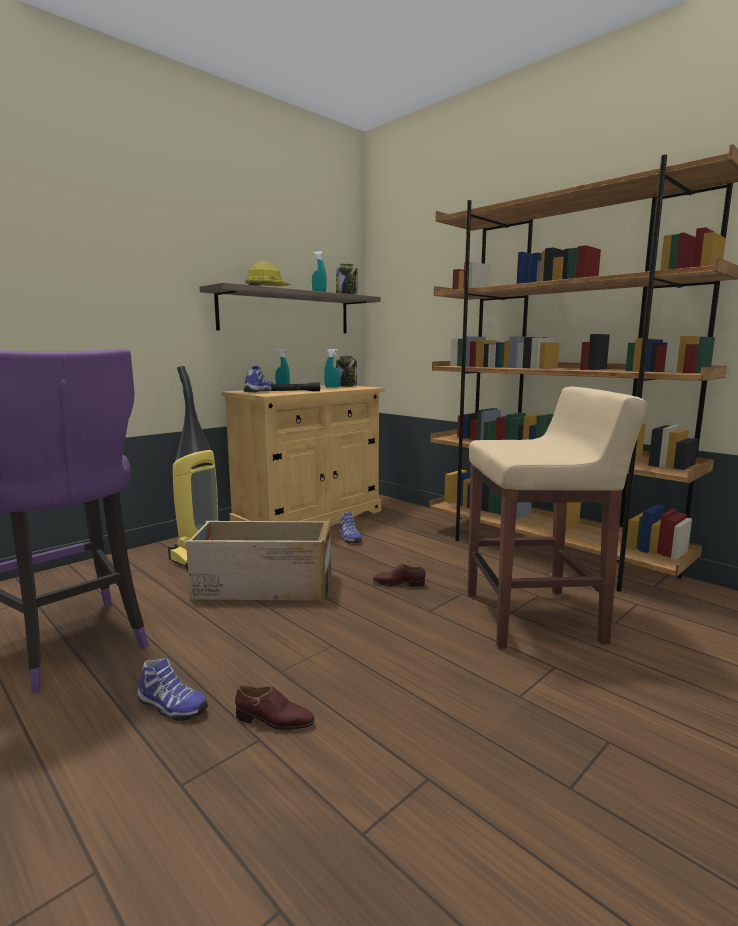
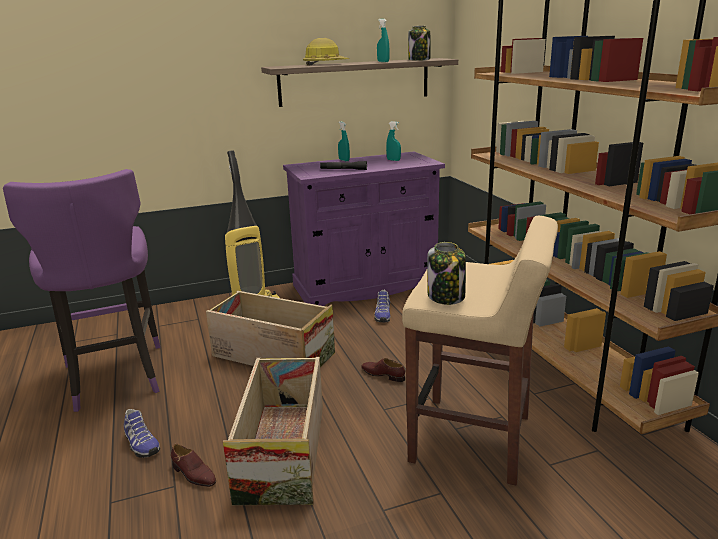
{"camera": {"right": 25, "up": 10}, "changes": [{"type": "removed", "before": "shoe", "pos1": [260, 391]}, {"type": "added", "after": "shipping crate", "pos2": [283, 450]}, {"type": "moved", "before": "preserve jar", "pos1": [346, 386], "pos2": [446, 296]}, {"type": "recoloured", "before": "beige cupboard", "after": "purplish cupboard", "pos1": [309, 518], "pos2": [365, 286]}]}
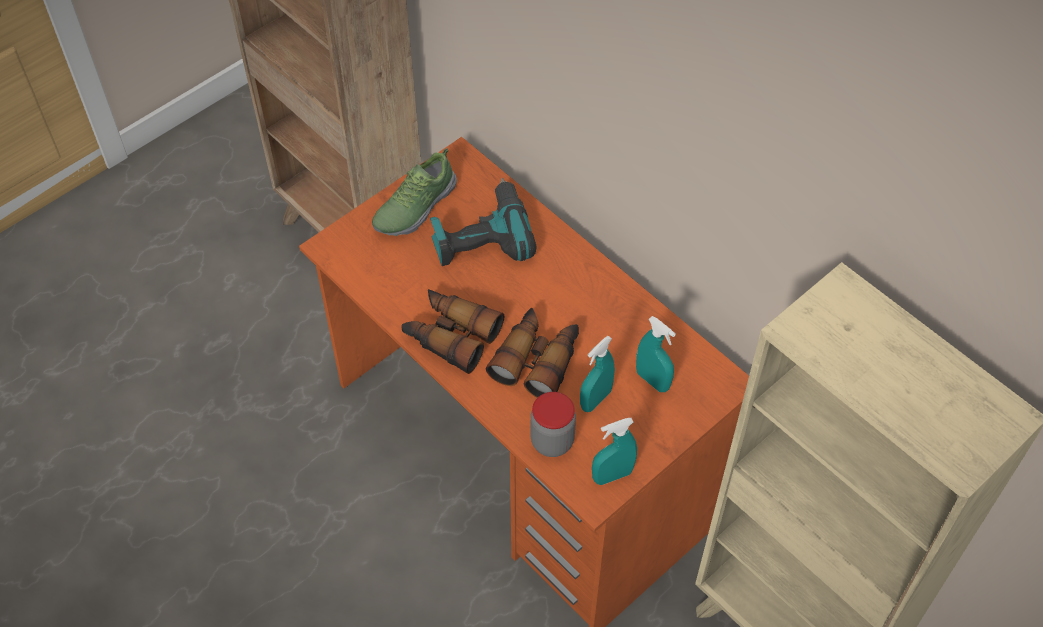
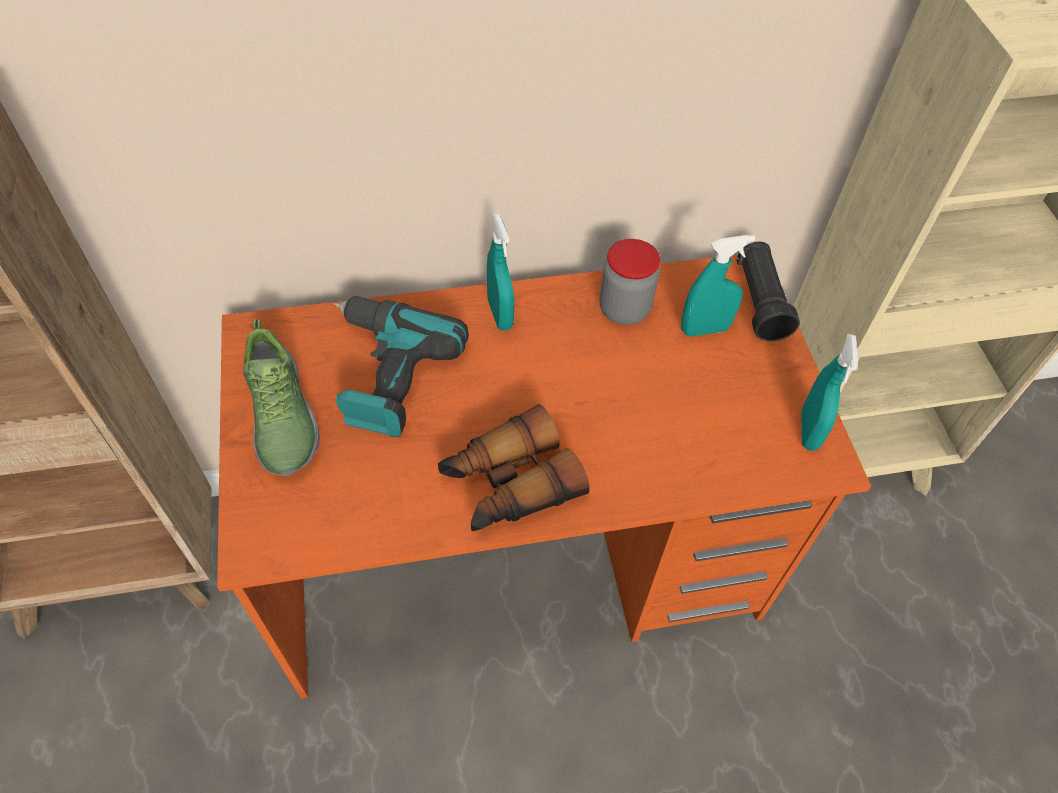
{"camera": {"right": -60, "up": 0}, "changes": [{"type": "removed", "before": "binoculars", "pos1": [537, 359]}, {"type": "added", "after": "black torch", "pos2": [760, 302]}, {"type": "moved", "before": "preserve jar", "pos1": [552, 441], "pos2": [624, 309]}, {"type": "moved", "before": "blue-green hand sprayer", "pos1": [595, 399], "pos2": [500, 314]}]}
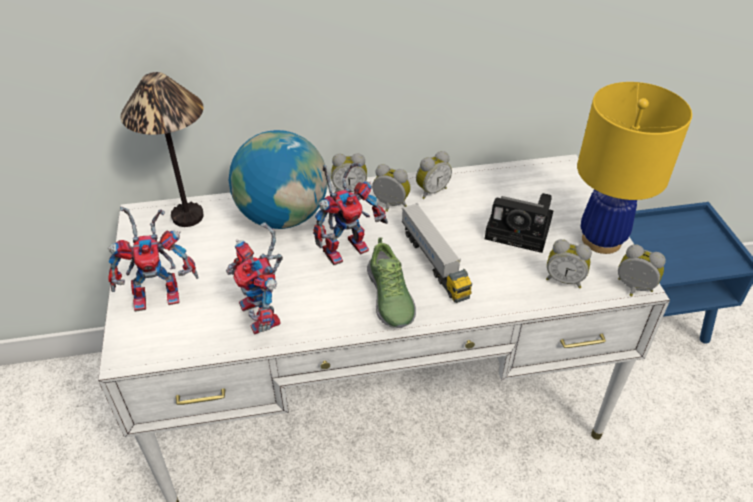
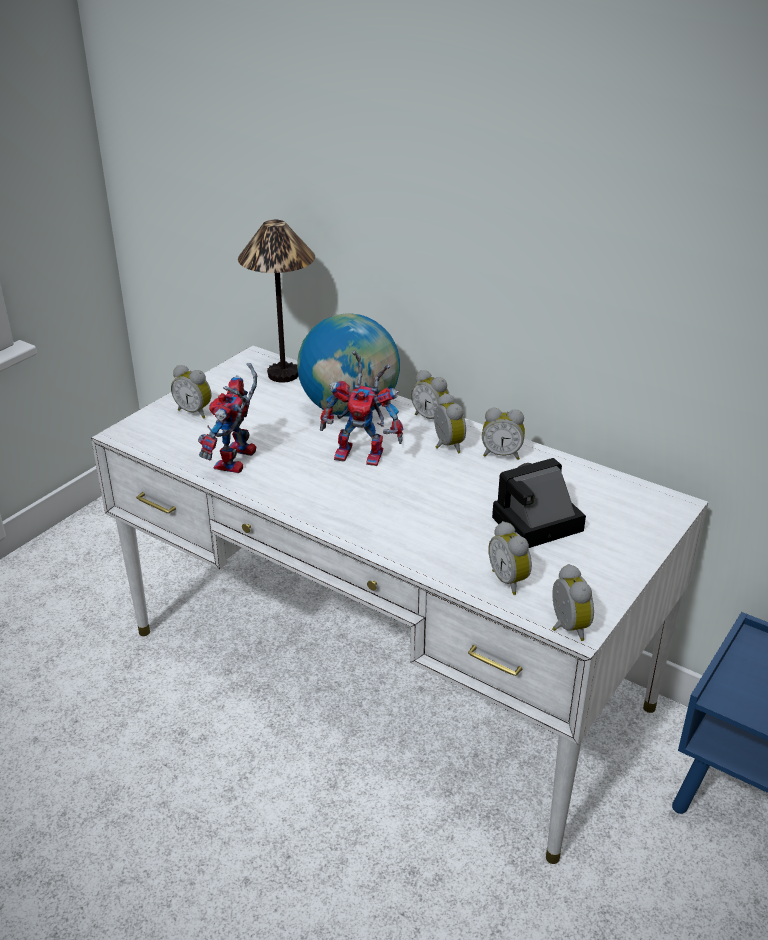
{"camera": {"right": 45, "up": -10}, "changes": [{"type": "removed", "before": "shoe", "pos1": [389, 298]}, {"type": "removed", "before": "toy lorry", "pos1": [434, 262]}, {"type": "removed", "before": "yellow-coloured table lamp", "pos1": [601, 240]}, {"type": "replaced", "before": "toy robot", "after": "alarm clock", "pos1": [161, 294], "pos2": [195, 411]}, {"type": "turned", "before": "photo camera", "pos1": [521, 230], "pos2": [534, 525], "turn": 90}]}
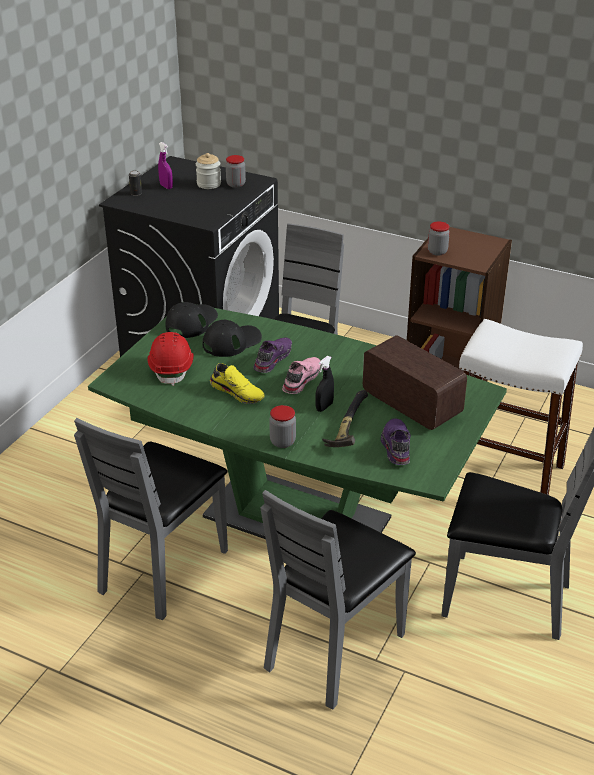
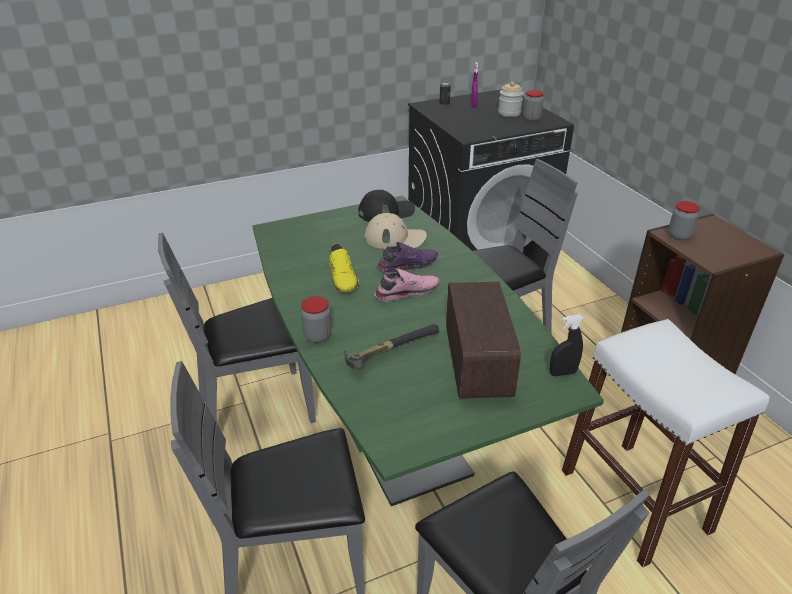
{"camera": {"right": 40, "up": 0}, "changes": [{"type": "removed", "before": "reddish work helmet", "pos1": [172, 368]}, {"type": "removed", "before": "purplish shoe", "pos1": [395, 447]}, {"type": "moved", "before": "black hand sprayer", "pos1": [324, 407], "pos2": [562, 373]}, {"type": "recoloured", "before": "black peaked cap", "after": "beige peaked cap", "pos1": [232, 342], "pos2": [395, 238]}]}
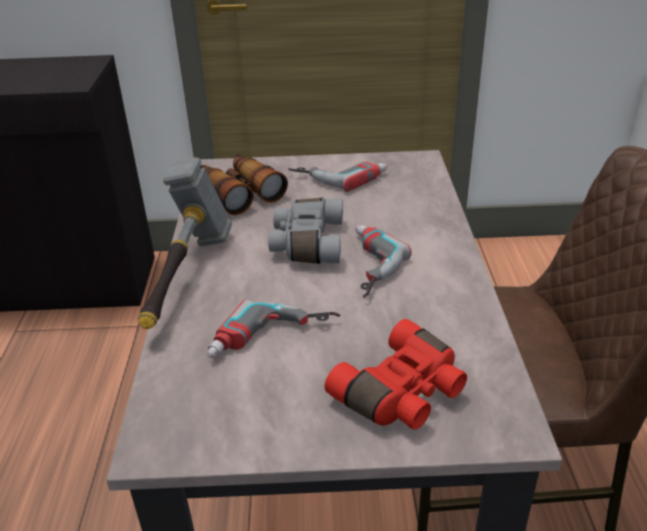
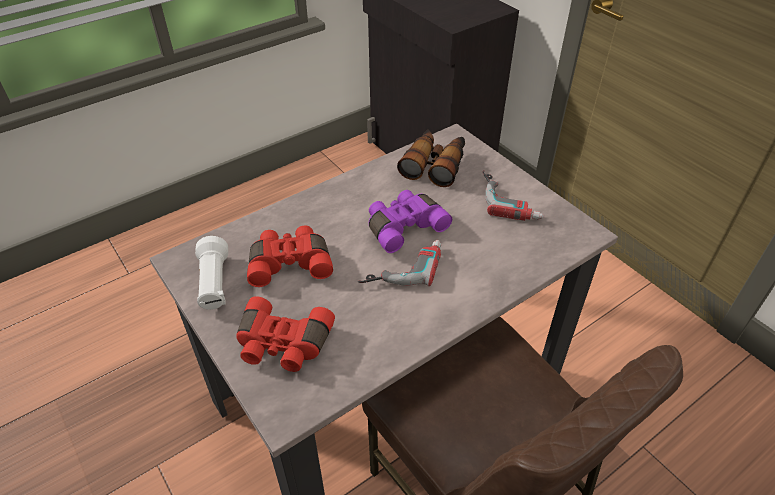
{"camera": {"right": 55, "up": 10}, "changes": [{"type": "removed", "before": "hammer", "pos1": [186, 278]}, {"type": "added", "after": "white torch", "pos2": [214, 284]}, {"type": "replaced", "before": "electric drill", "after": "reddish binoculars", "pos1": [273, 341], "pos2": [290, 263]}, {"type": "recoloured", "before": "gray binoculars", "after": "purplish binoculars", "pos1": [306, 243], "pos2": [404, 227]}]}
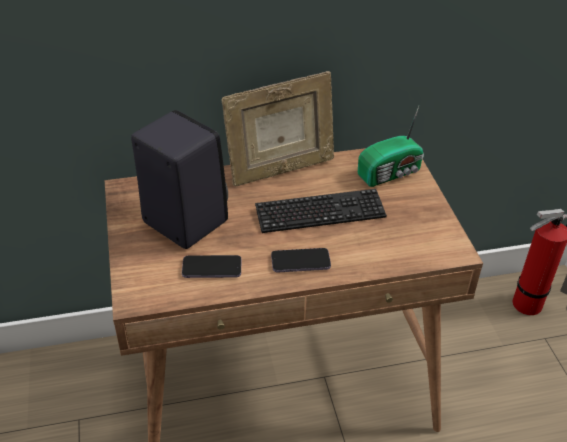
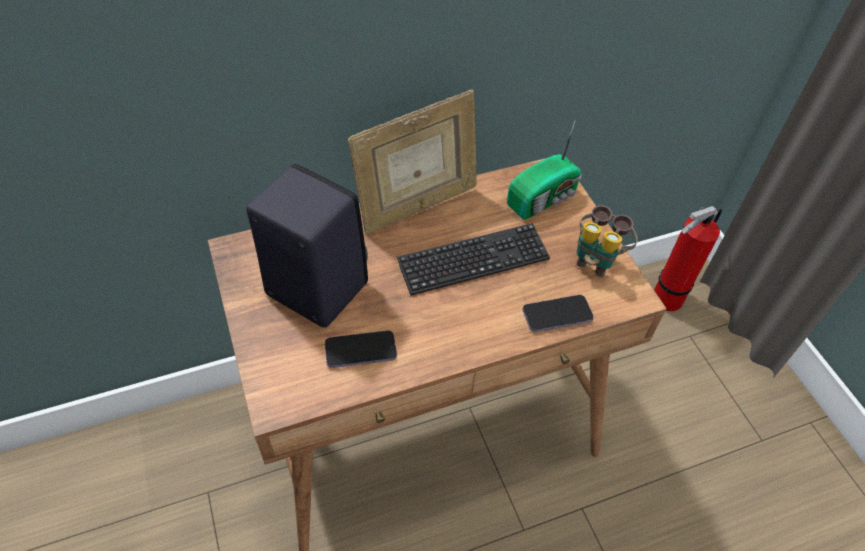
{"camera": {"right": -10, "up": 10}, "changes": [{"type": "added", "after": "binoculars", "pos2": [596, 259]}, {"type": "moved", "before": "telephone", "pos1": [300, 262], "pos2": [557, 315]}]}
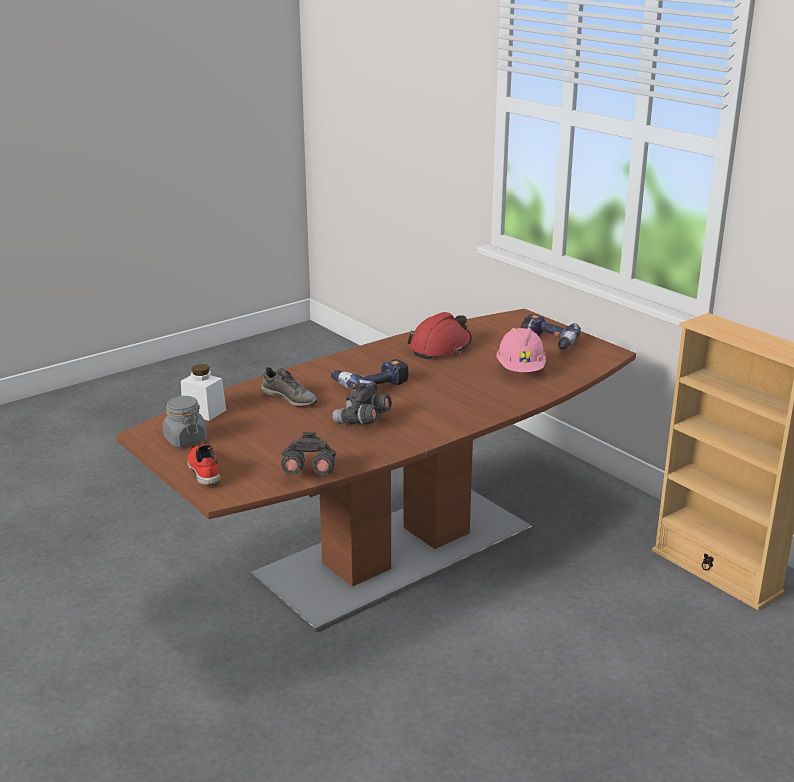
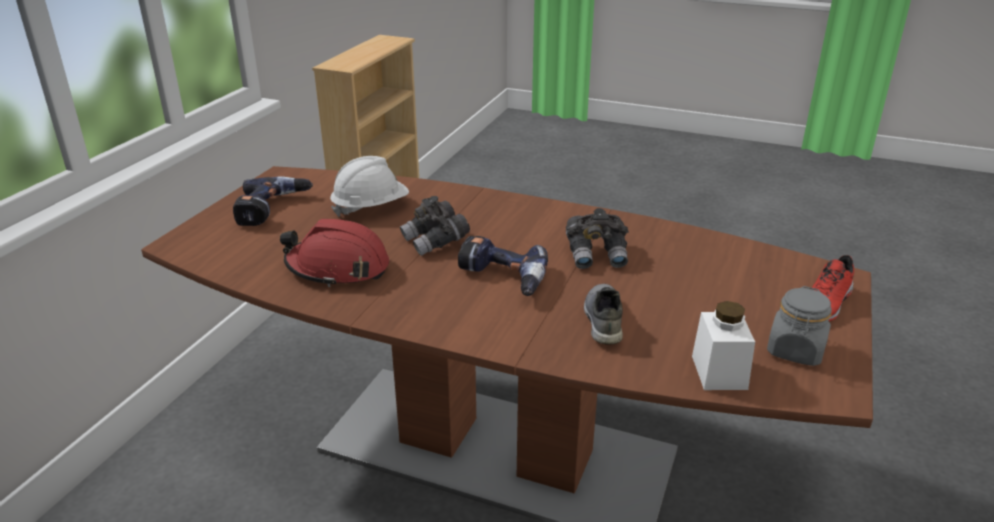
{"camera": {"right": -120, "up": 5}, "changes": [{"type": "moved", "before": "gray binoculars", "pos1": [309, 473], "pos2": [435, 242]}, {"type": "recoloured", "before": "pink-coloured work helmet", "after": "white work helmet", "pos1": [520, 370], "pos2": [370, 207]}]}
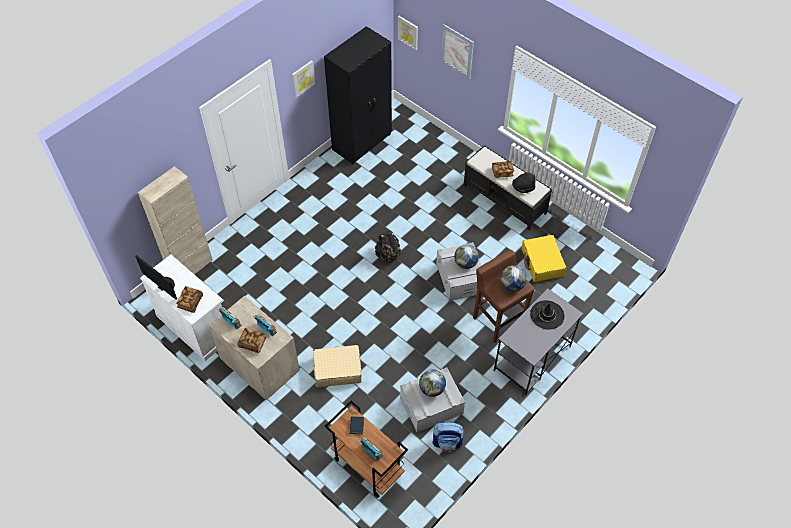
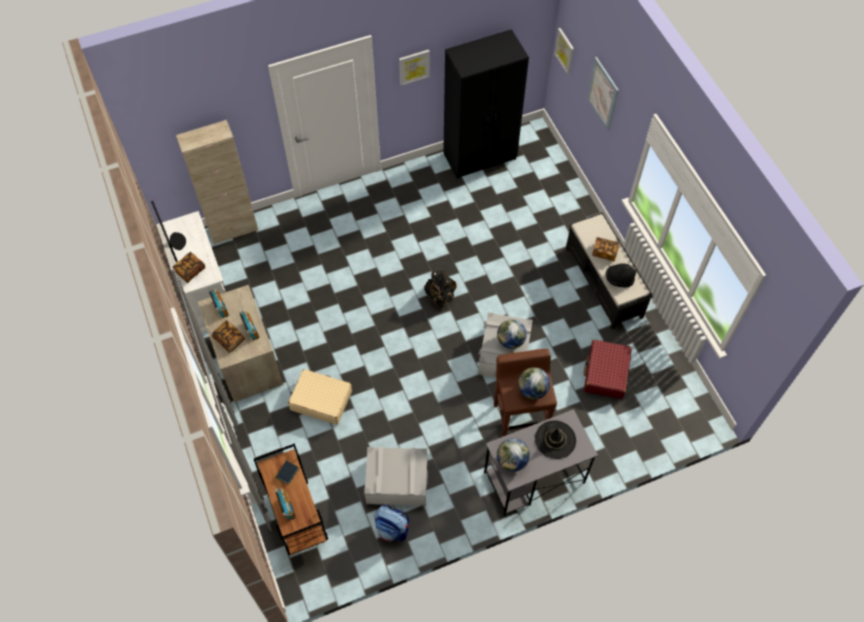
{"camera": {"right": 25, "up": 5}, "changes": [{"type": "moved", "before": "globe", "pos1": [432, 389], "pos2": [512, 461]}, {"type": "recoloured", "before": "yellow-coloured travel case", "after": "reddish travel case", "pos1": [542, 263], "pos2": [606, 373]}]}
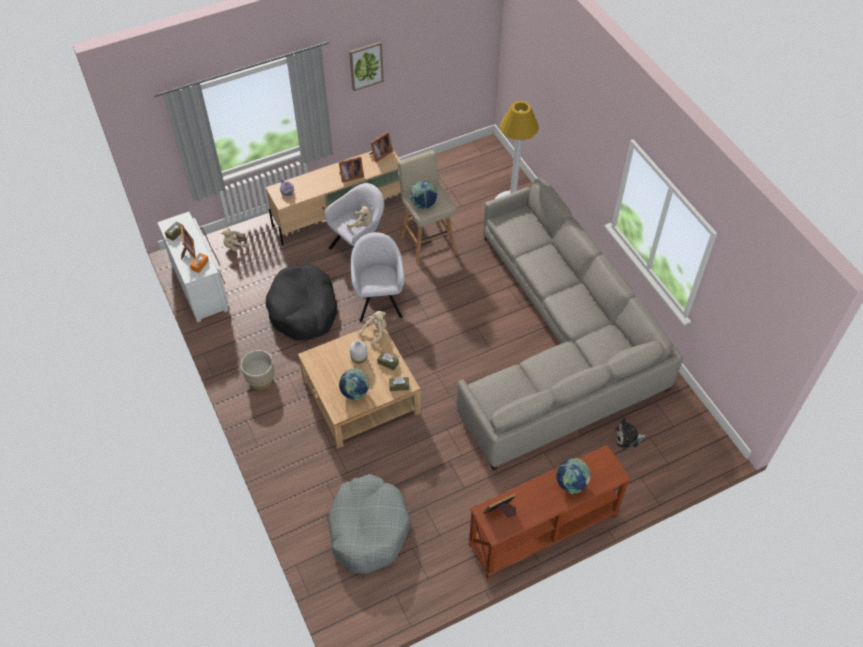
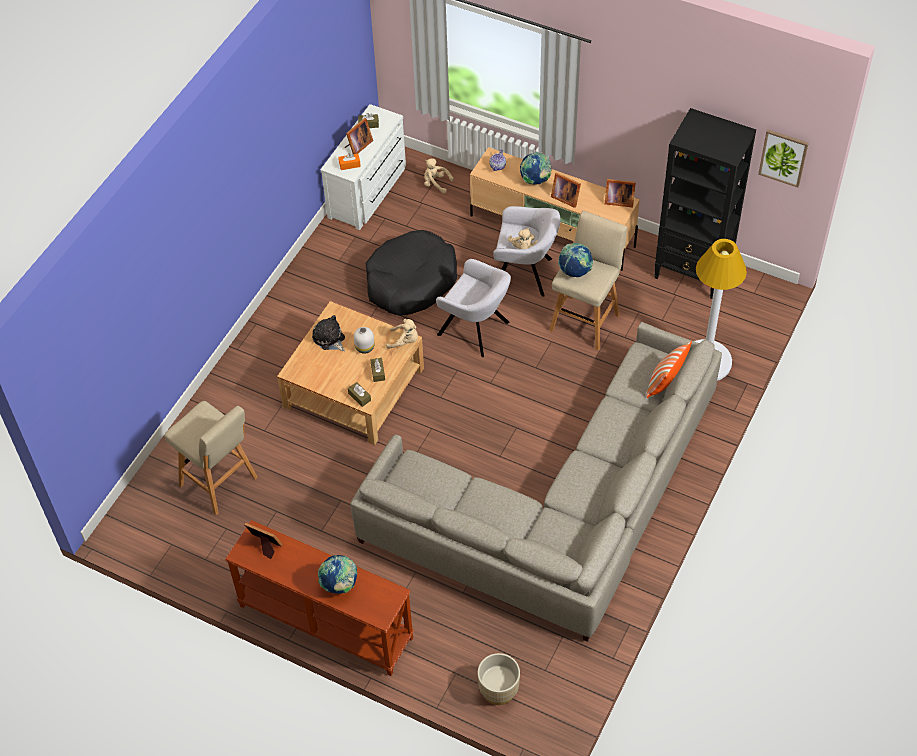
{"camera": {"right": 55, "up": 0}, "changes": [{"type": "added", "after": "pillow", "pos2": [665, 383]}, {"type": "added", "after": "black shelving unit", "pos2": [693, 272]}, {"type": "moved", "before": "beige flower pot", "pos1": [261, 379], "pos2": [498, 690]}, {"type": "moved", "before": "globe", "pos1": [355, 392], "pos2": [535, 180]}, {"type": "moved", "before": "wall picture", "pos1": [366, 65], "pos2": [783, 157]}, {"type": "moved", "before": "plush toy", "pos1": [628, 437], "pos2": [329, 339]}, {"type": "replaced", "before": "gray dog bed", "after": "beige stool", "pos1": [368, 528], "pos2": [220, 483]}, {"type": "turned", "before": "gray lounge chair", "pos1": [379, 299], "pos2": [476, 330], "turn": 75}]}
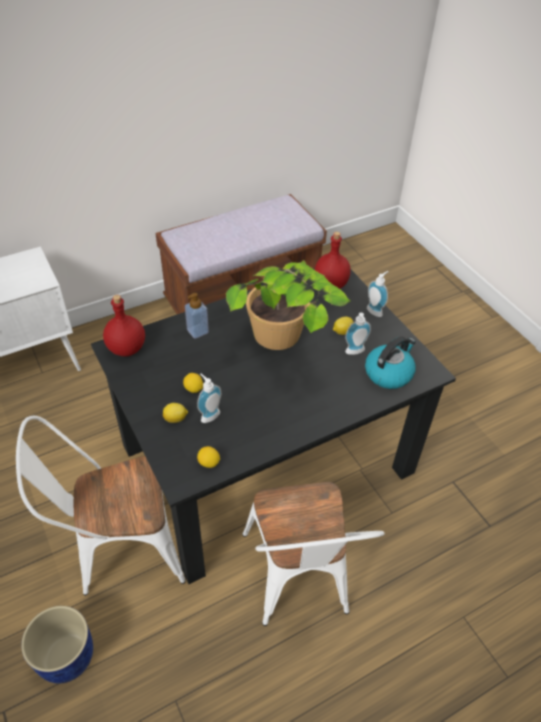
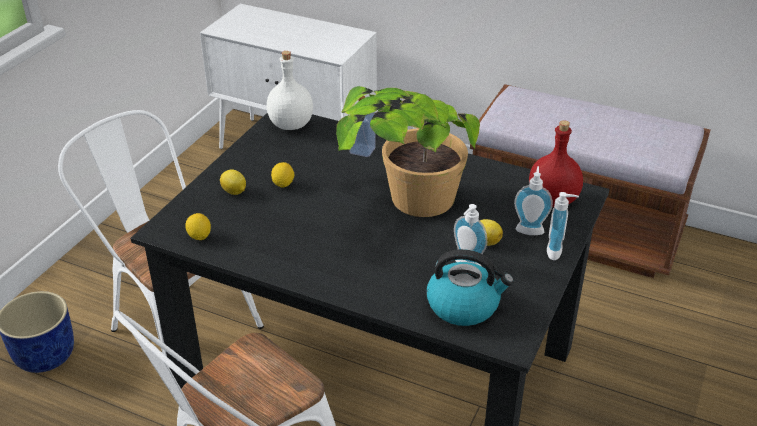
{"camera": {"right": 55, "up": -10}, "changes": [{"type": "moved", "before": "liquid soap bottle", "pos1": [209, 414], "pos2": [530, 228]}, {"type": "recoloured", "before": "reddish drink bottle", "after": "white drink bottle", "pos1": [127, 349], "pos2": [290, 125]}]}
